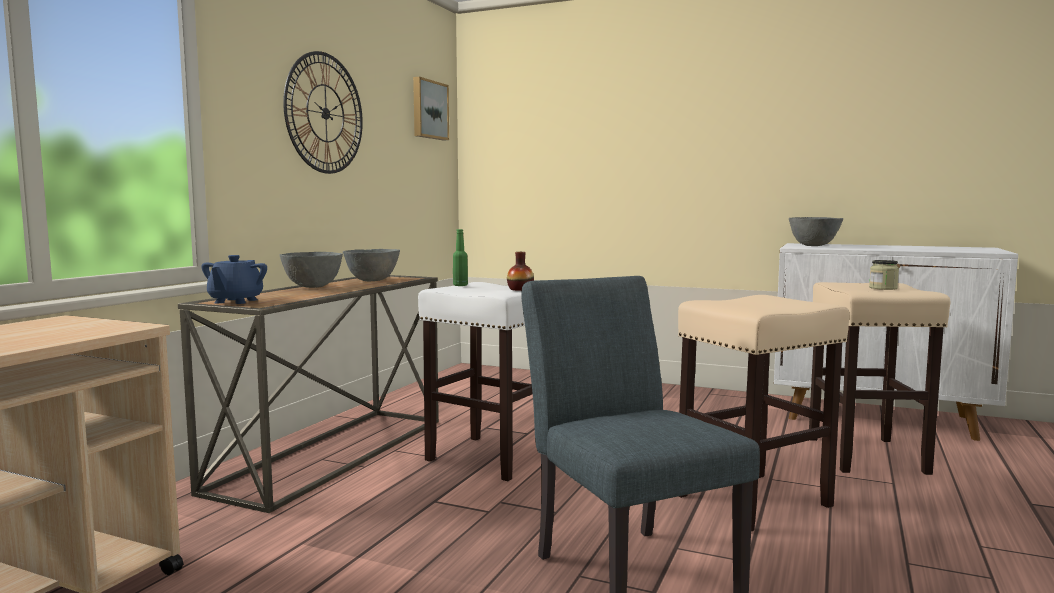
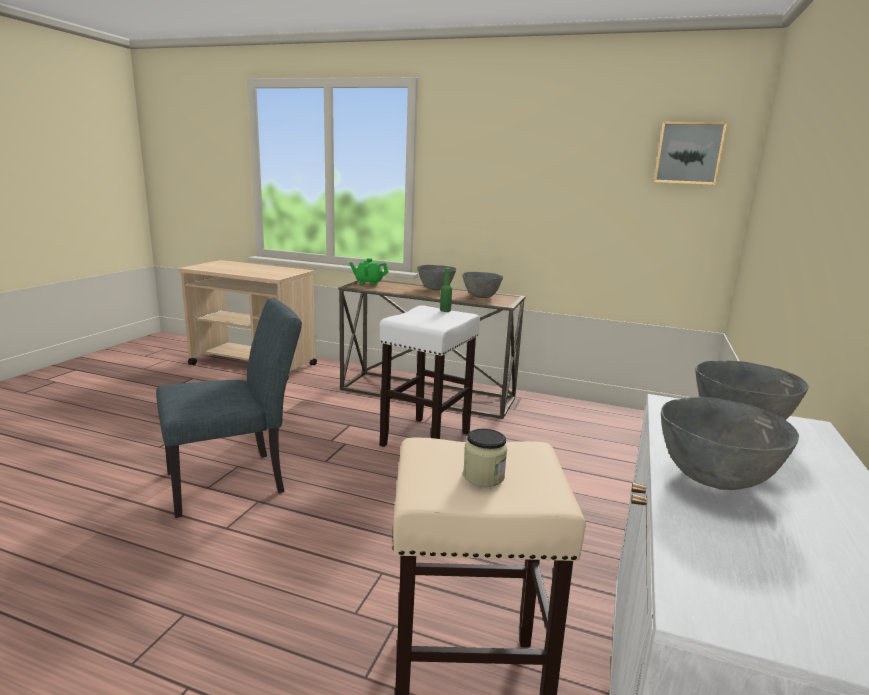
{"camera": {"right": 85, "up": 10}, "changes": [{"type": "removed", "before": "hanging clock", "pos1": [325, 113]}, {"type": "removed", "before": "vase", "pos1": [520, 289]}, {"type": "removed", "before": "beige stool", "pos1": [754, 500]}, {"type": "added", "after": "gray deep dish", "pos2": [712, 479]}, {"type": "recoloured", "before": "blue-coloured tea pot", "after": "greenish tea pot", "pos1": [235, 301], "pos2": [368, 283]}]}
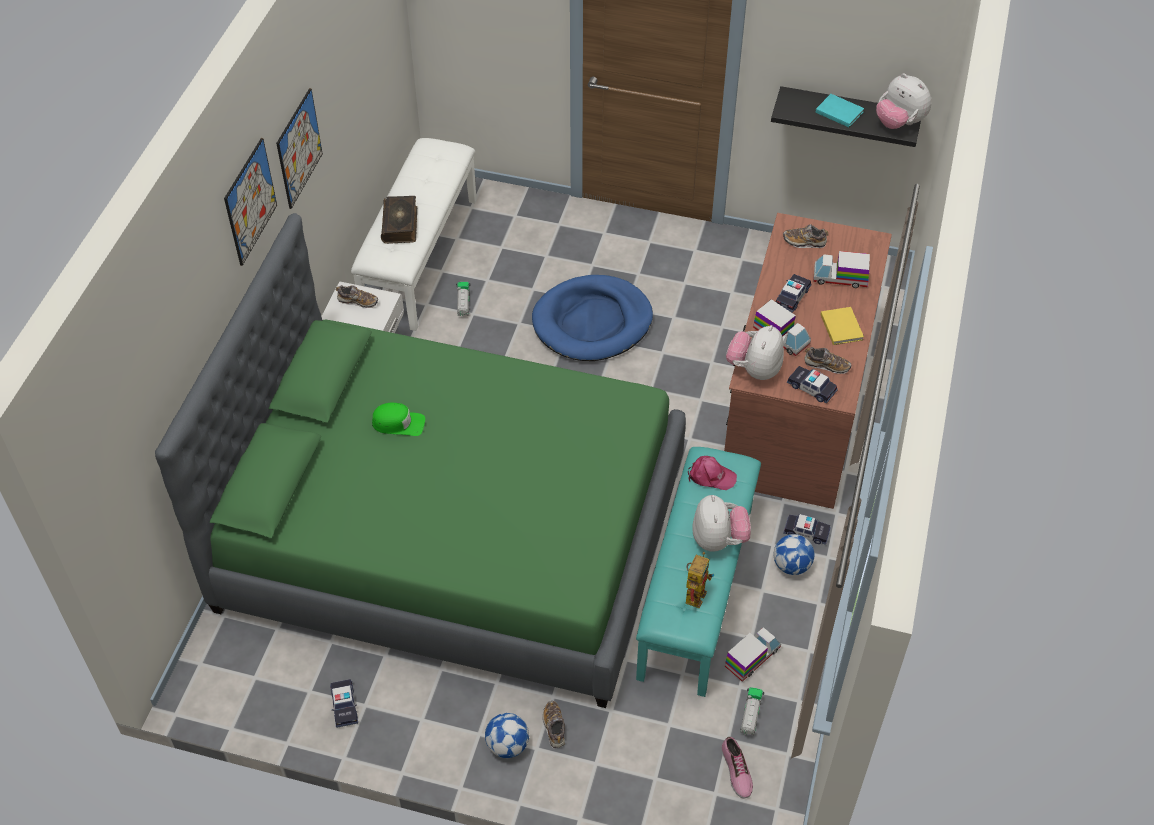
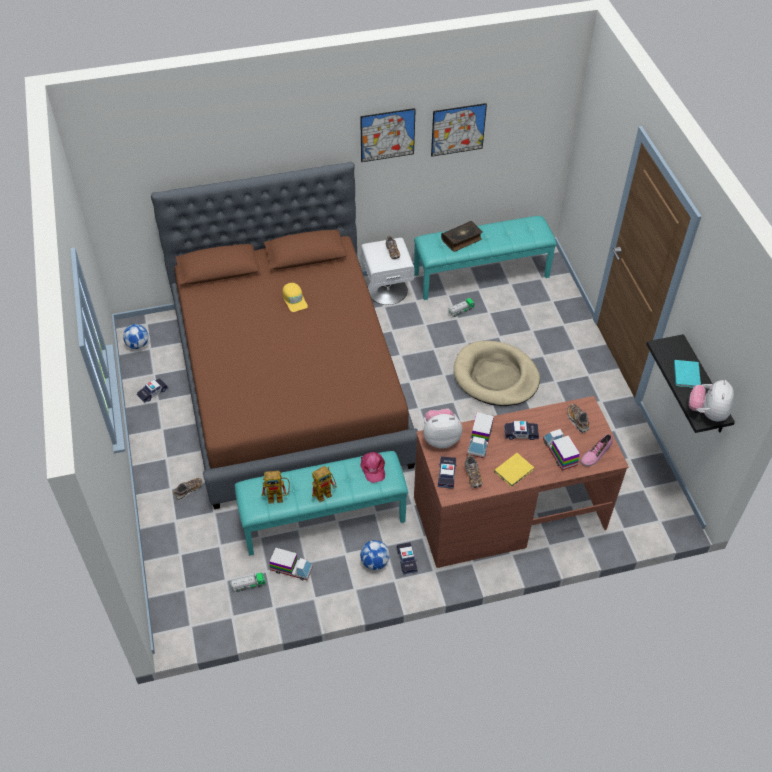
{"camera": {"right": 60, "up": 0}, "changes": [{"type": "moved", "before": "wall picture", "pos1": [250, 201], "pos2": [458, 129]}, {"type": "moved", "before": "football ball", "pos1": [507, 745], "pos2": [138, 344]}, {"type": "moved", "before": "shoe", "pos1": [735, 771], "pos2": [596, 453]}, {"type": "replaced", "before": "plush toy", "after": "toy robot", "pos1": [718, 540], "pos2": [325, 492]}, {"type": "recoloured", "before": "greenish bedroom bed", "after": "brownish bedroom bed", "pos1": [453, 534], "pos2": [290, 385]}, {"type": "recoloured", "before": "white indoor bench", "after": "blue-green indoor bench", "pos1": [419, 257], "pos2": [481, 274]}, {"type": "recoloured", "before": "greenish peaked cap", "after": "yellow-coloured peaked cap", "pos1": [398, 423], "pos2": [294, 299]}, {"type": "recoloured", "before": "blue-coloured dog bed", "after": "beige dog bed", "pos1": [592, 322], "pos2": [495, 376]}]}
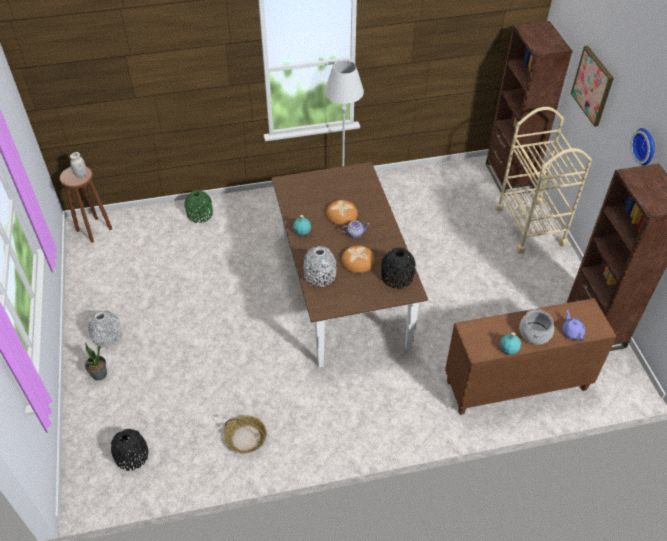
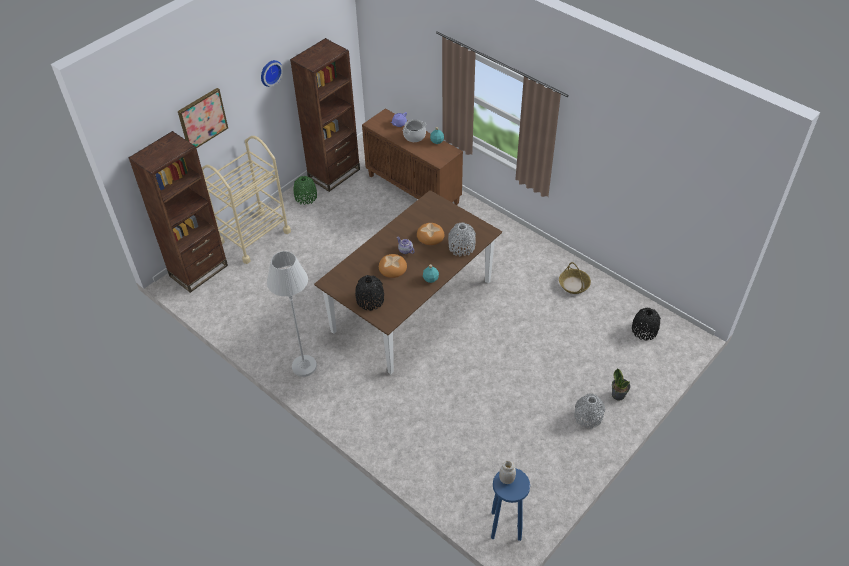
{"camera": {"right": -125, "up": 0}, "changes": [{"type": "moved", "before": "greenish vase", "pos1": [200, 214], "pos2": [306, 197]}, {"type": "moved", "before": "black vase", "pos1": [397, 277], "pos2": [370, 300]}, {"type": "recoloured", "before": "brownish stool", "after": "blue-coloured stool", "pos1": [94, 230], "pos2": [506, 525]}]}
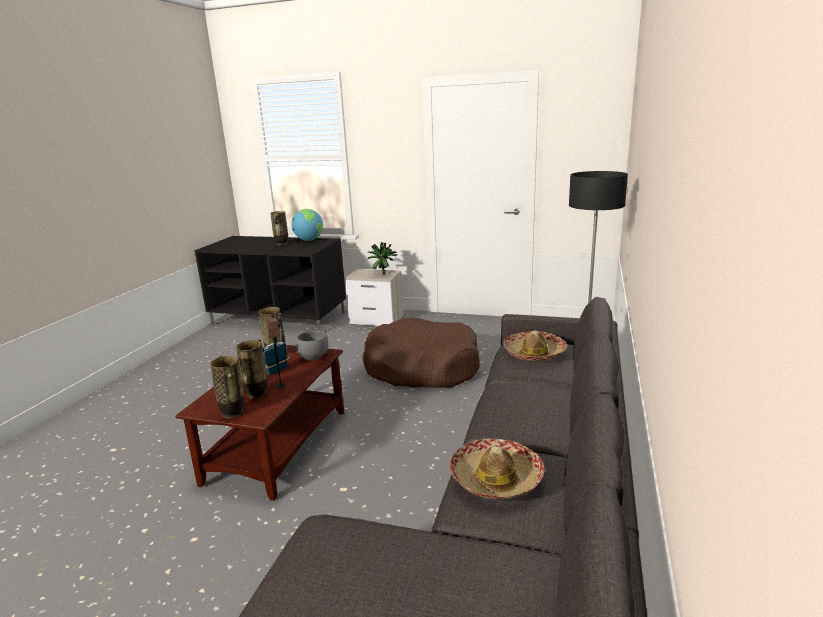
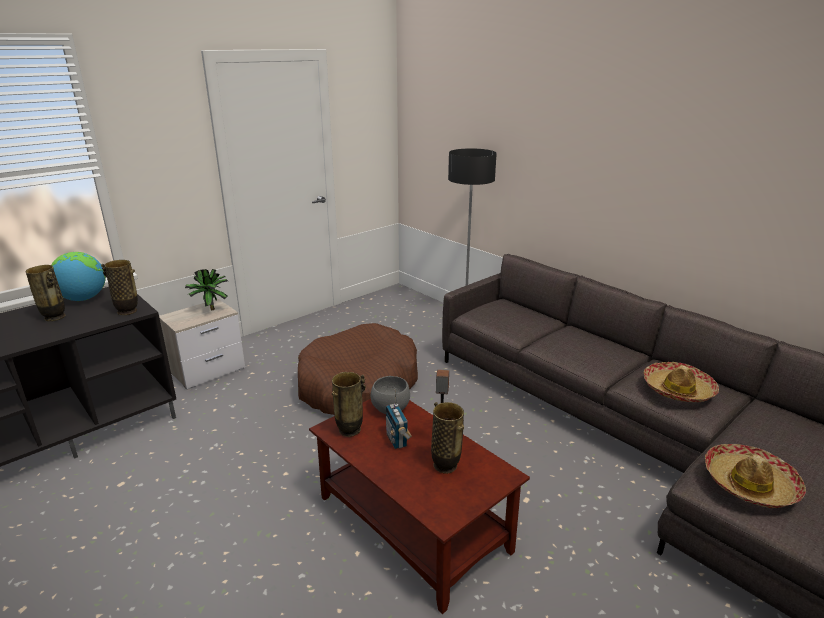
{"camera": {"right": -60, "up": 5}, "changes": [{"type": "moved", "before": "vase", "pos1": [232, 413], "pos2": [127, 311]}, {"type": "moved", "before": "clothing hat", "pos1": [534, 353], "pos2": [749, 483]}]}
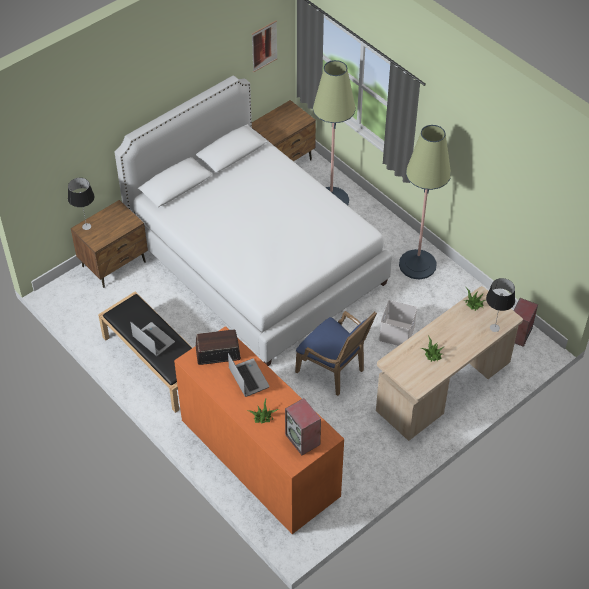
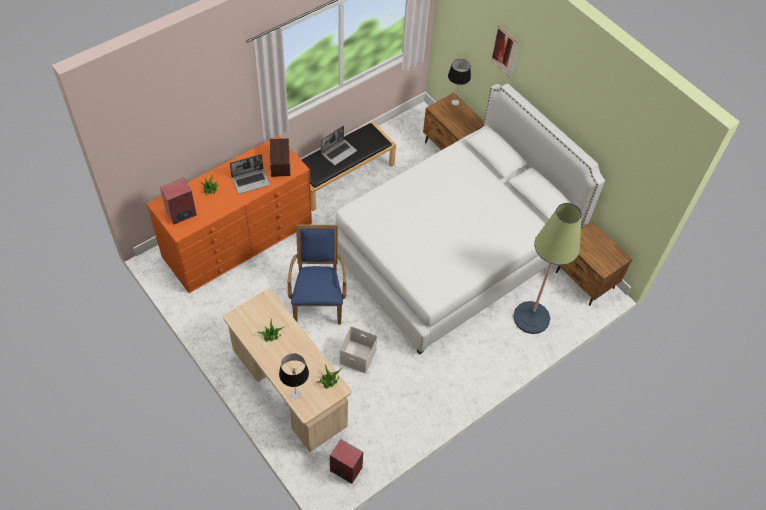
{"camera": {"right": 90, "up": 5}, "changes": [{"type": "removed", "before": "standing lamp", "pos1": [417, 265]}, {"type": "moved", "before": "wall picture", "pos1": [264, 46], "pos2": [504, 51]}, {"type": "turned", "before": "blue-coloured lounge chair", "pos1": [334, 372], "pos2": [318, 300], "turn": 135}]}
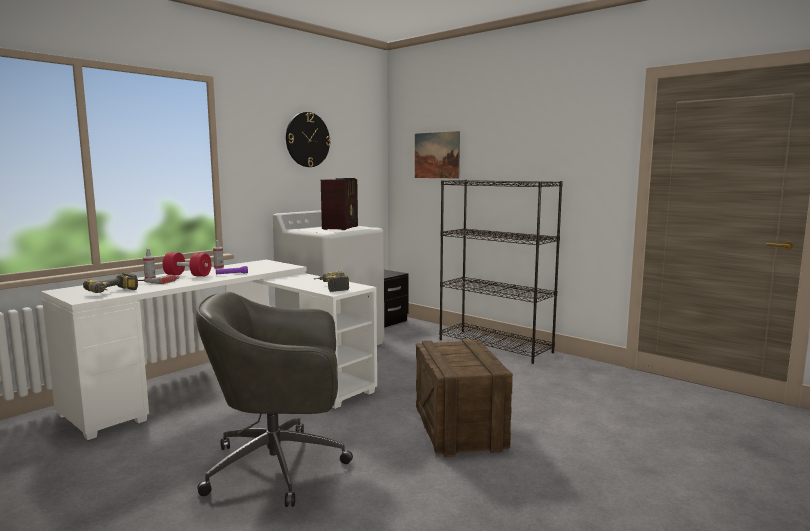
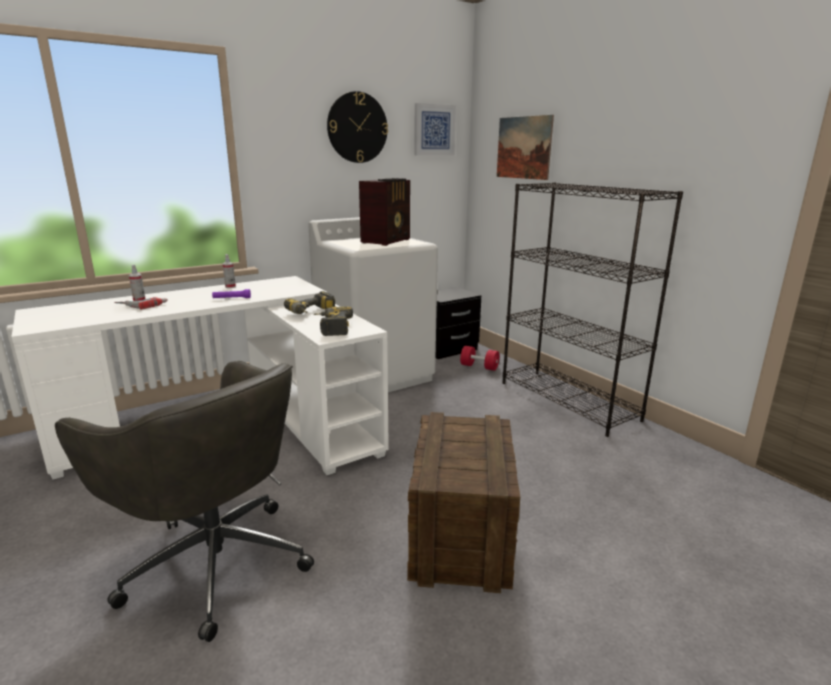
{"camera": {"right": 15, "up": 10}, "changes": [{"type": "added", "after": "wall picture", "pos2": [434, 130]}, {"type": "moved", "before": "electric drill", "pos1": [114, 292], "pos2": [312, 313]}, {"type": "moved", "before": "reddish hand weight", "pos1": [188, 275], "pos2": [479, 367]}, {"type": "turned", "before": "gray desk chair", "pos1": [280, 466], "pos2": [214, 560], "turn": -150}]}
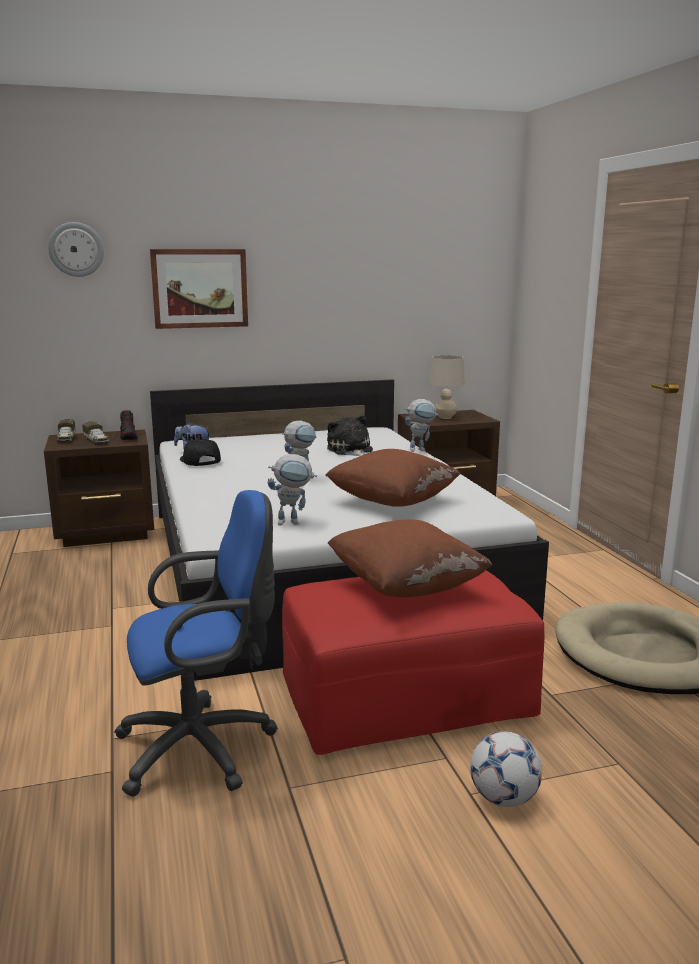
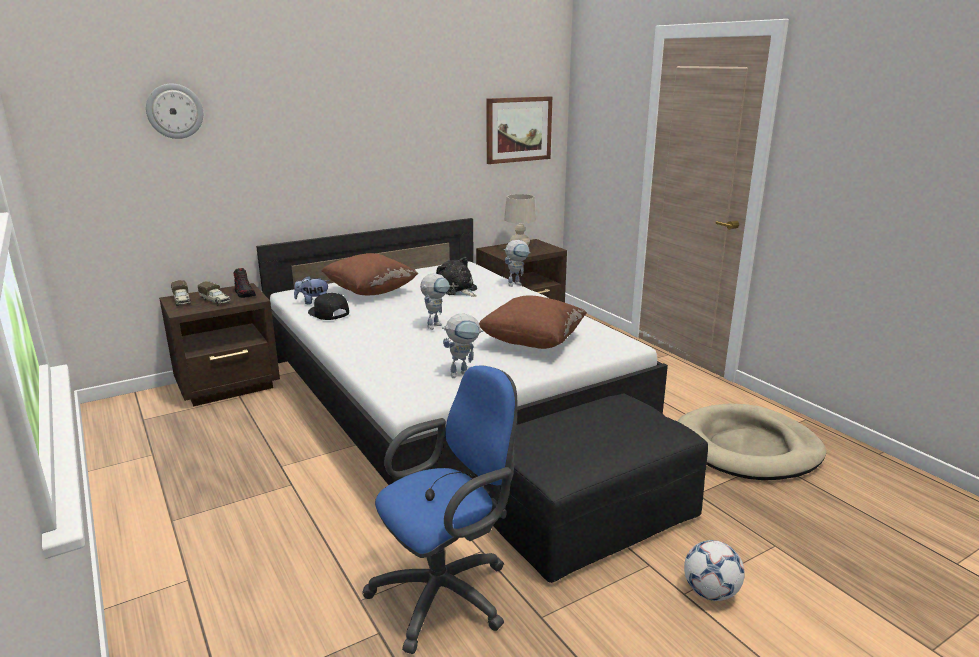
{"camera": {"right": -15, "up": 5}, "changes": [{"type": "moved", "before": "wall picture", "pos1": [200, 288], "pos2": [518, 129]}, {"type": "moved", "before": "brownish pillow", "pos1": [406, 587], "pos2": [370, 292]}, {"type": "recoloured", "before": "reddish ottoman", "after": "black ottoman", "pos1": [405, 697], "pos2": [588, 514]}]}
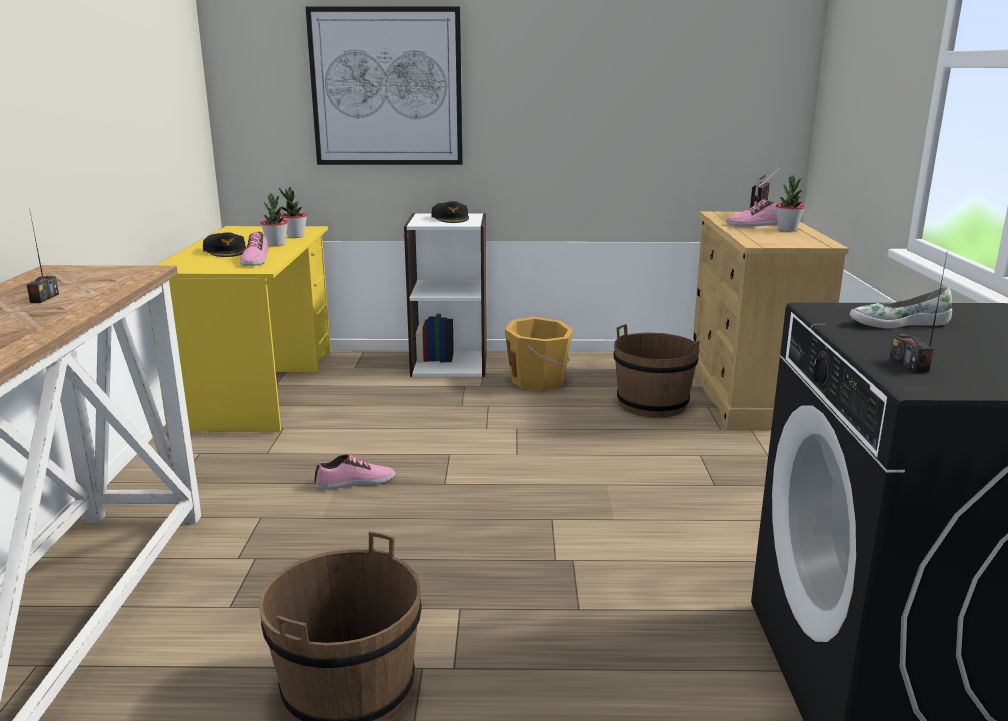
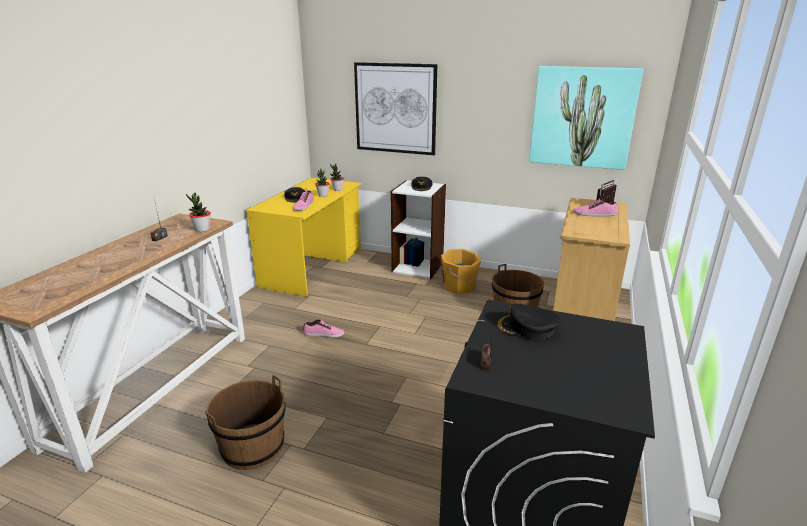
{"camera": {"right": 20, "up": 5}, "changes": [{"type": "added", "after": "wall picture", "pos2": [582, 117]}, {"type": "moved", "before": "houseplant", "pos1": [787, 230], "pos2": [202, 230]}, {"type": "replaced", "before": "white shoe", "after": "black peaked cap", "pos1": [897, 323], "pos2": [526, 328]}]}
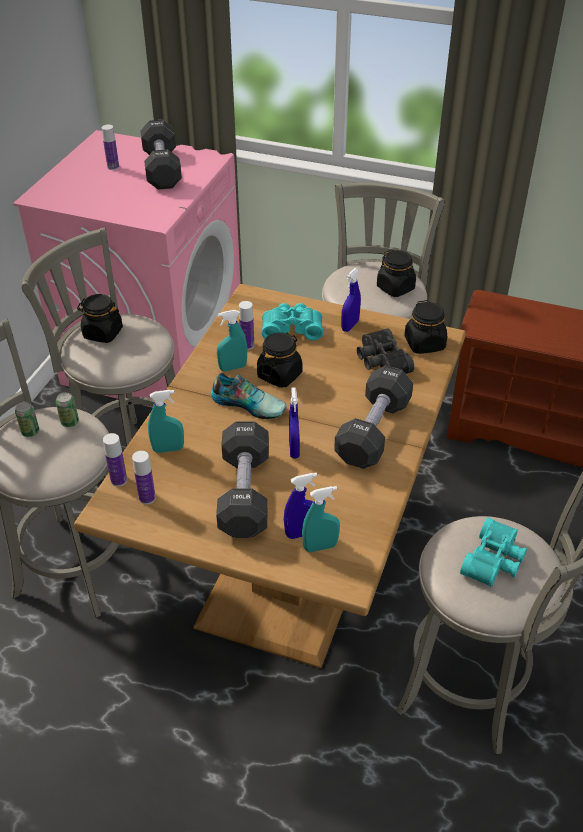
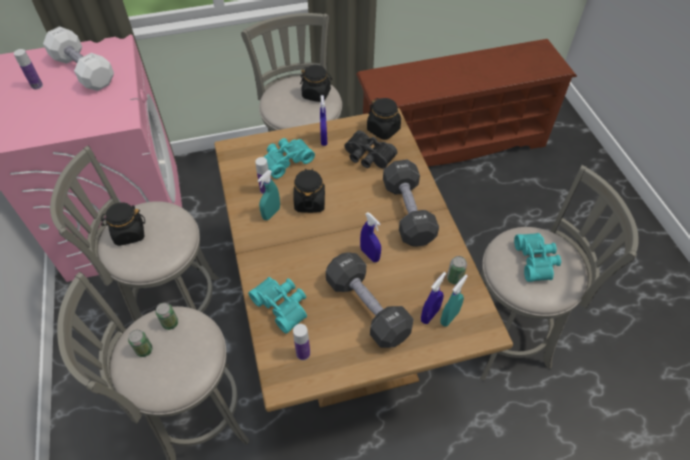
{"camera": {"right": -35, "up": 10}, "changes": [{"type": "removed", "before": "drink bottle", "pos1": [119, 480]}, {"type": "removed", "before": "shoe", "pos1": [249, 403]}, {"type": "added", "after": "metal can", "pos2": [454, 278]}, {"type": "replaced", "before": "blue-green hand sprayer", "after": "blue-green binoculars", "pos1": [168, 449], "pos2": [283, 305]}, {"type": "recoloured", "before": "black hand weight", "after": "white hand weight", "pos1": [162, 169], "pos2": [83, 71]}]}
